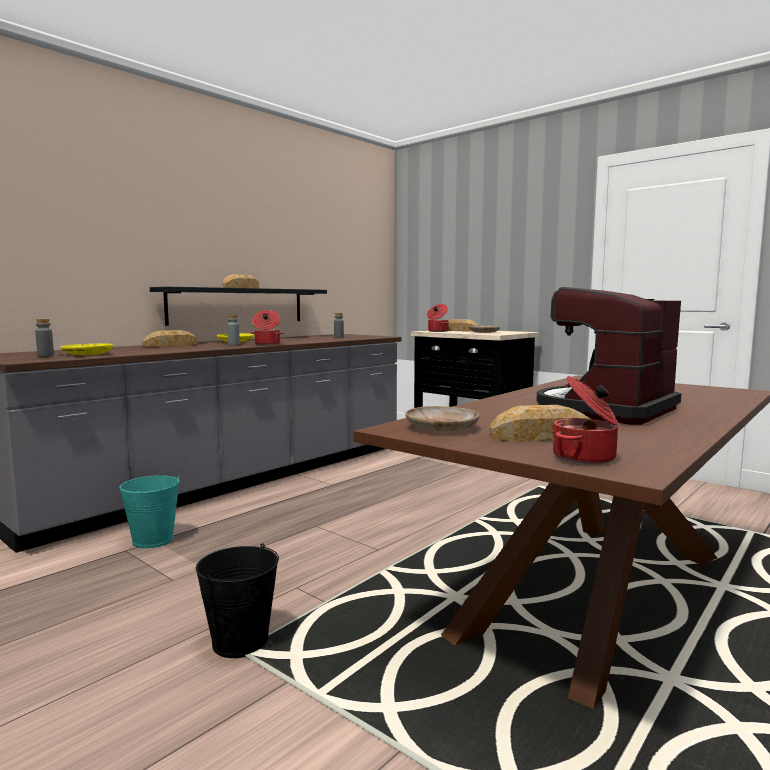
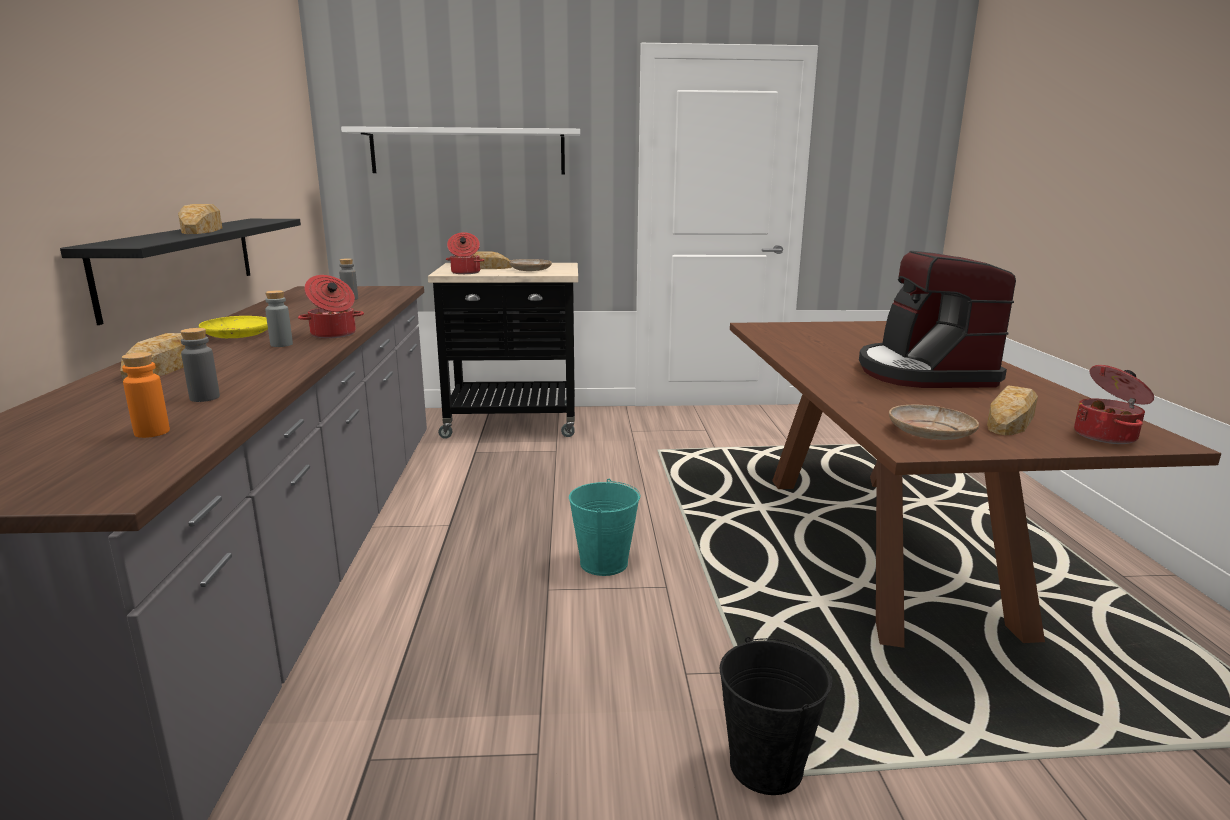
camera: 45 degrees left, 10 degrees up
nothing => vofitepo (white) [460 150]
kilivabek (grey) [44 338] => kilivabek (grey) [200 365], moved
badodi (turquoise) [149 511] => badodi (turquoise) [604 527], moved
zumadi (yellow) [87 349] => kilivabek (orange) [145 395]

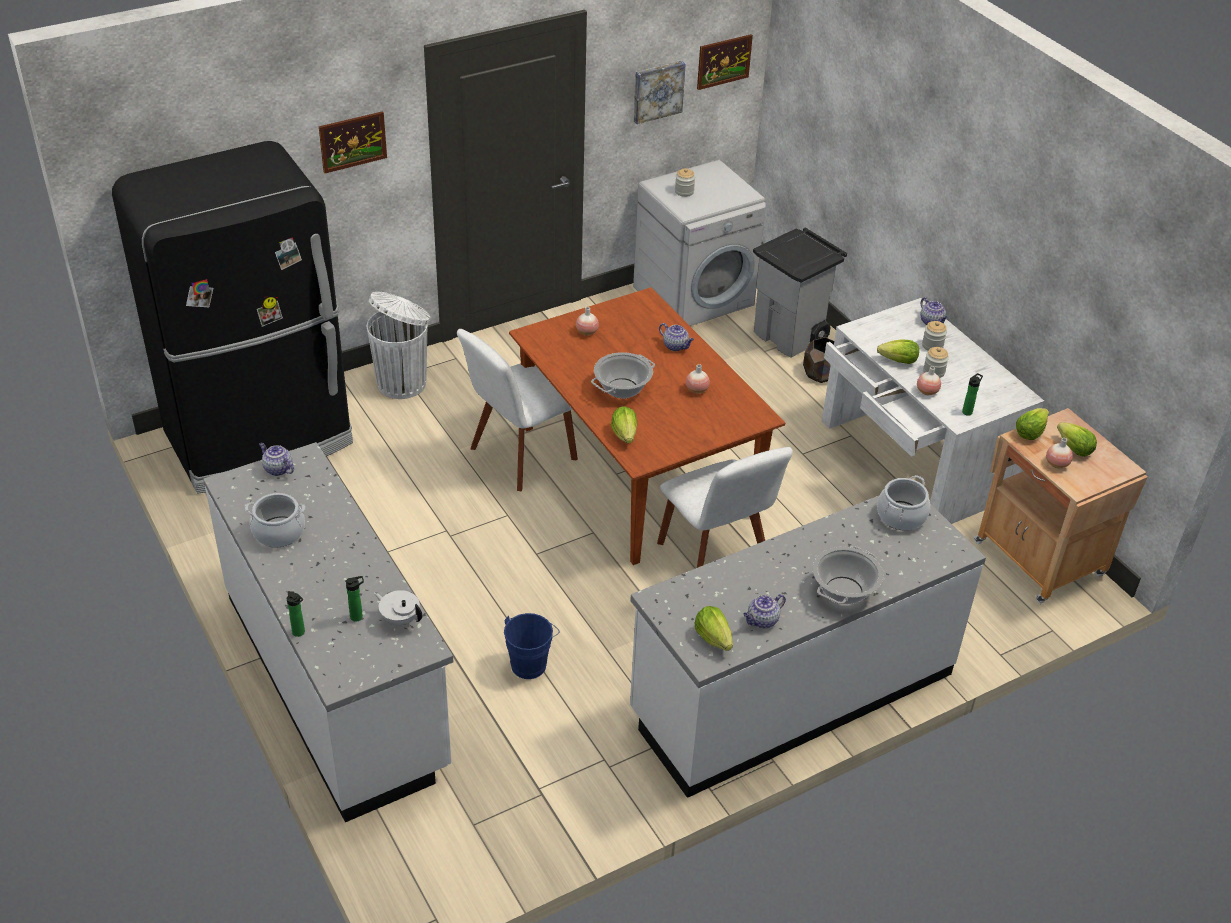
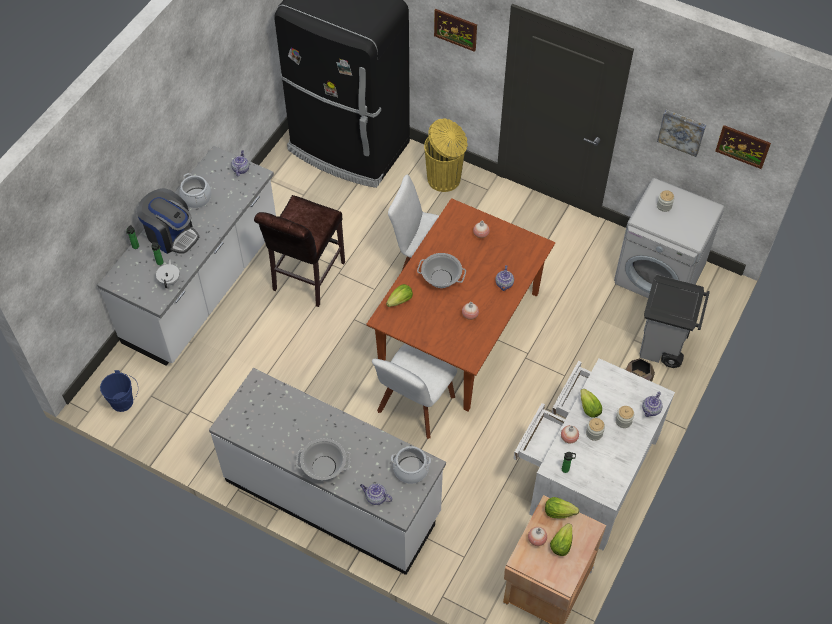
camera: 60 degrees right, 15 degrees up
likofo [714 628] => nothing
nothing => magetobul [168 221]
nothing => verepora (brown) [299 251]
badodi (blue) [531 646] => badodi (blue) [119 391], moved
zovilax [764 611] => zovilax [376 494], moved
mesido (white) [398 345] => mesido (yellow) [446 155]

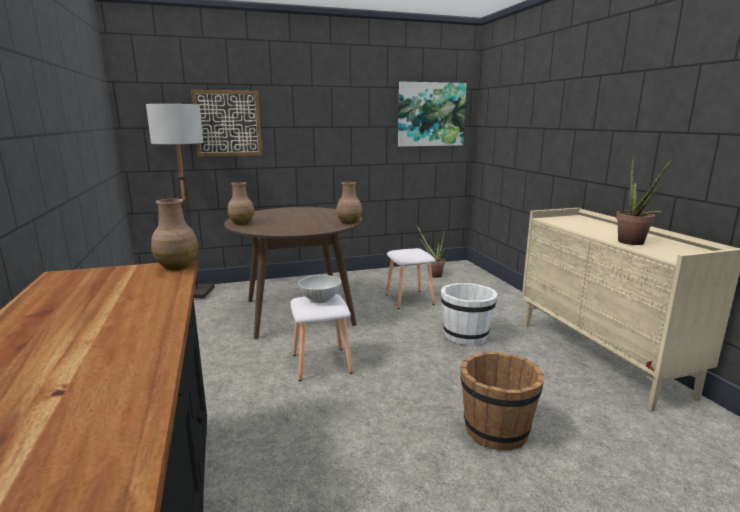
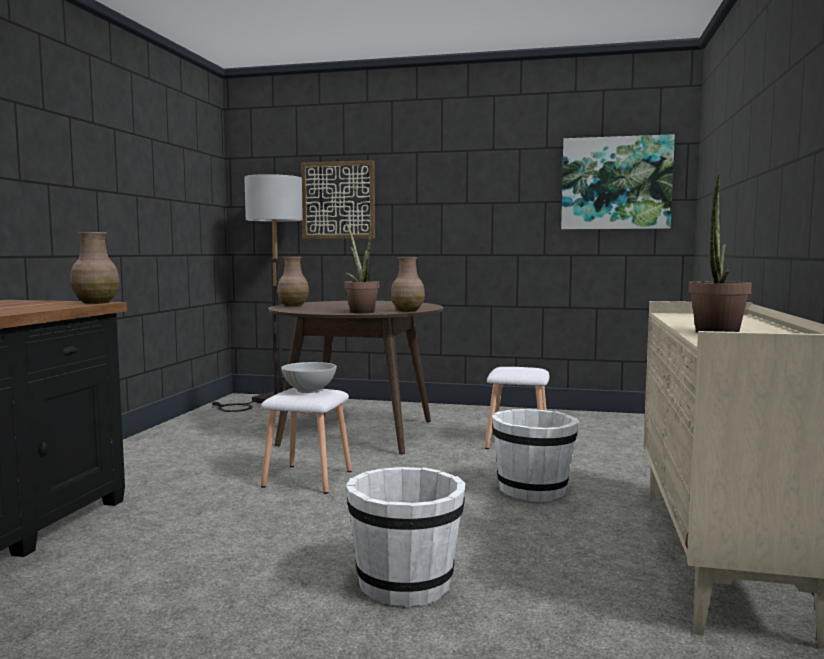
camera: 30 degrees right, 10 degrees down
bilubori [430 251] => bilubori [361 267], moved
badodi (brown) [502 401] => badodi (white) [405 536]

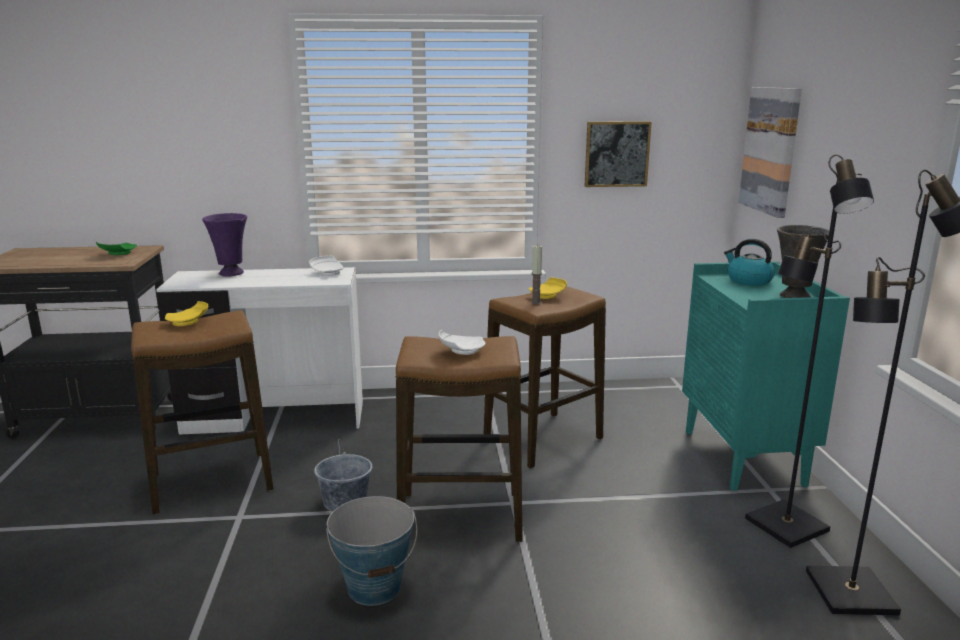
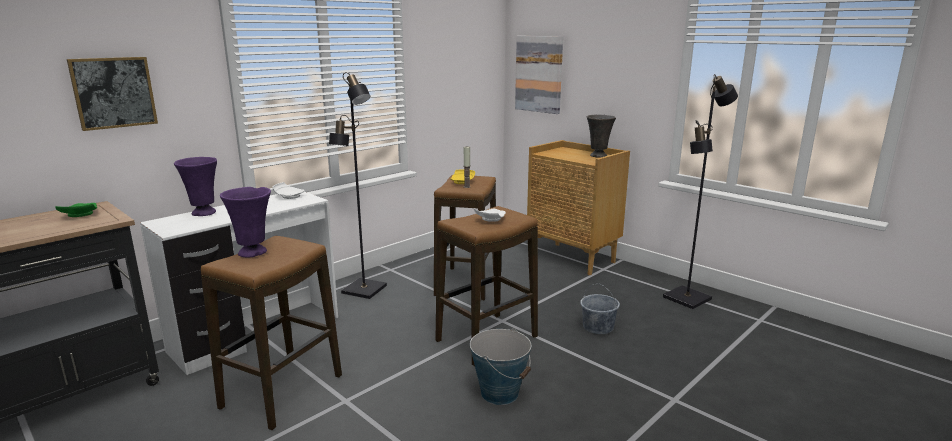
camera: 40 degrees left, 0 degrees up
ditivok [749 262] => nothing
badodi (grey) [343 476] => badodi (grey) [600 309], moved
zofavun [618 154] => zofavun [112 94], moved
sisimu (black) [809 351] => sisimu (black) [358 185], moved
zumadi (yellow) [186 313] => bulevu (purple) [245 222]
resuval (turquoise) [766 376] => resuval (brown) [578 207]

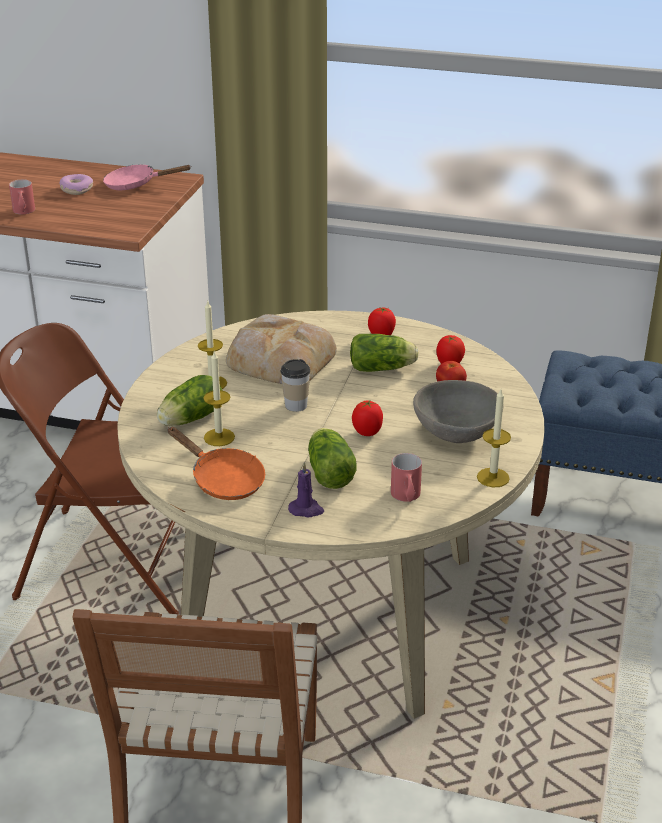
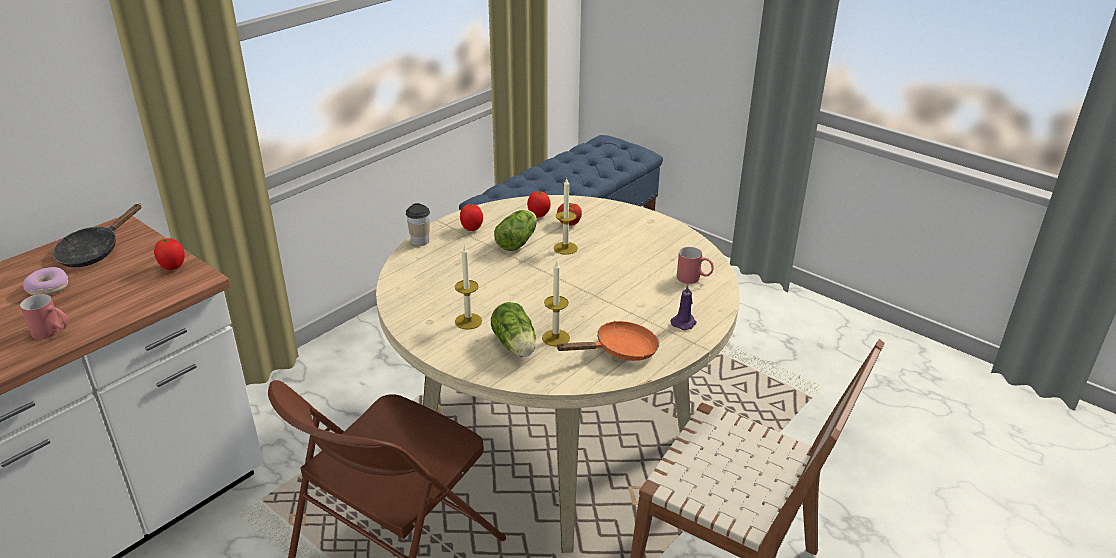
camera: 65 degrees left, 0 degrees up
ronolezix [281 349] => nothing
likofo [332 458] => nothing
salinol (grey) [455 411] => nothing
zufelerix [295 385] => zufelerix [418 224], moved
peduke [367 418] => peduke [169 254], moved
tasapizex [494 438] => tasapizex [566 217], moved
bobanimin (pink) [147 177] => bobanimin (black) [97 235]

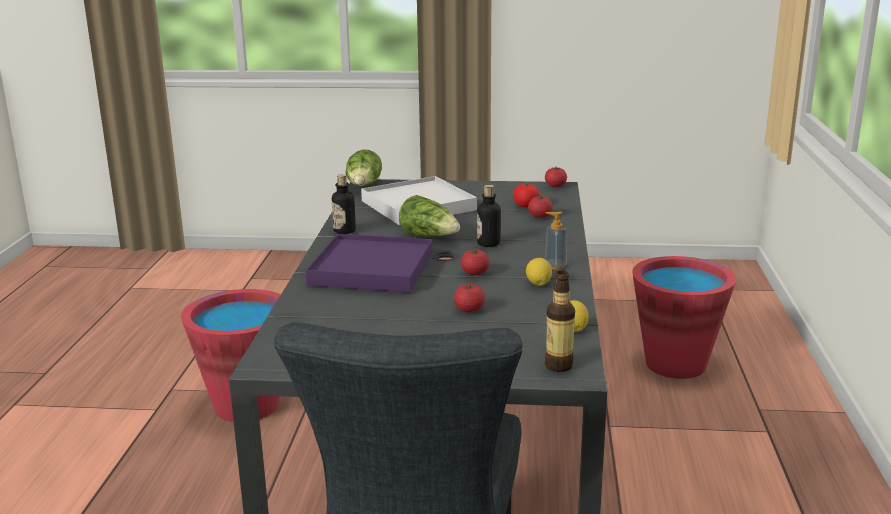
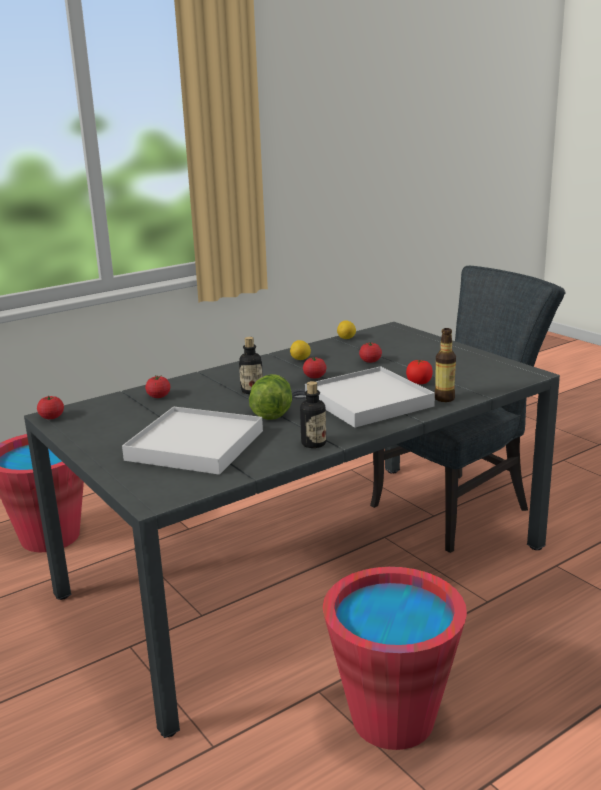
camera: 130 degrees left, 0 degrees up
likofo [363 168] => nothing
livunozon [556 241] => nothing
peduke [526 195] => peduke [419 372], moved
kilivabek [560 321] => kilivabek [445 365], moved
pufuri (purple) [369 263] => pufuri (white) [370 397]

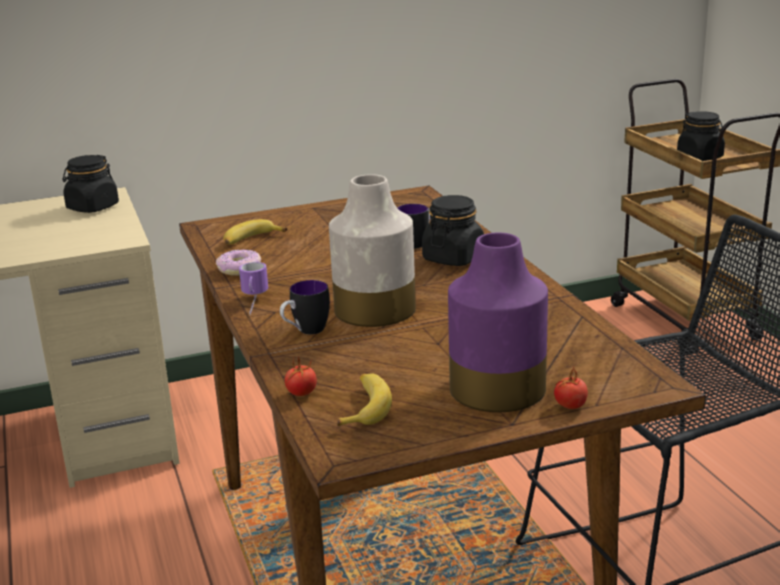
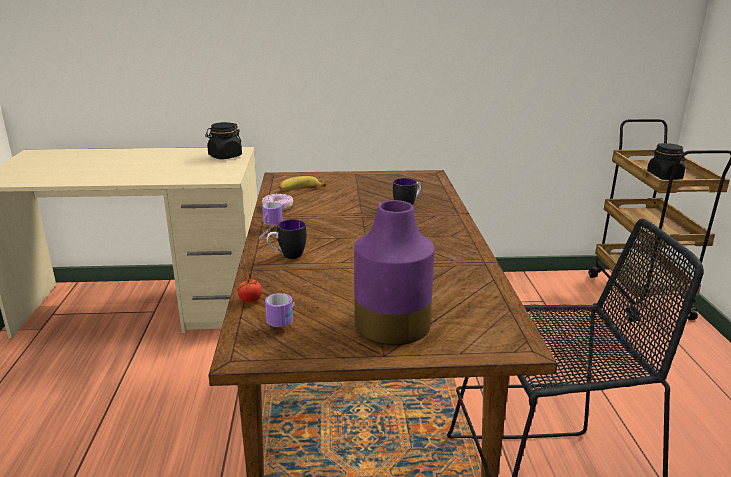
camera: 15 degrees right, 0 degrees up
bulevu (beige) [372 250] => nothing
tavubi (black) [453 230] => nothing
peduke [571 388] => nothing
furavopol [364 400] => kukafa [280 310]

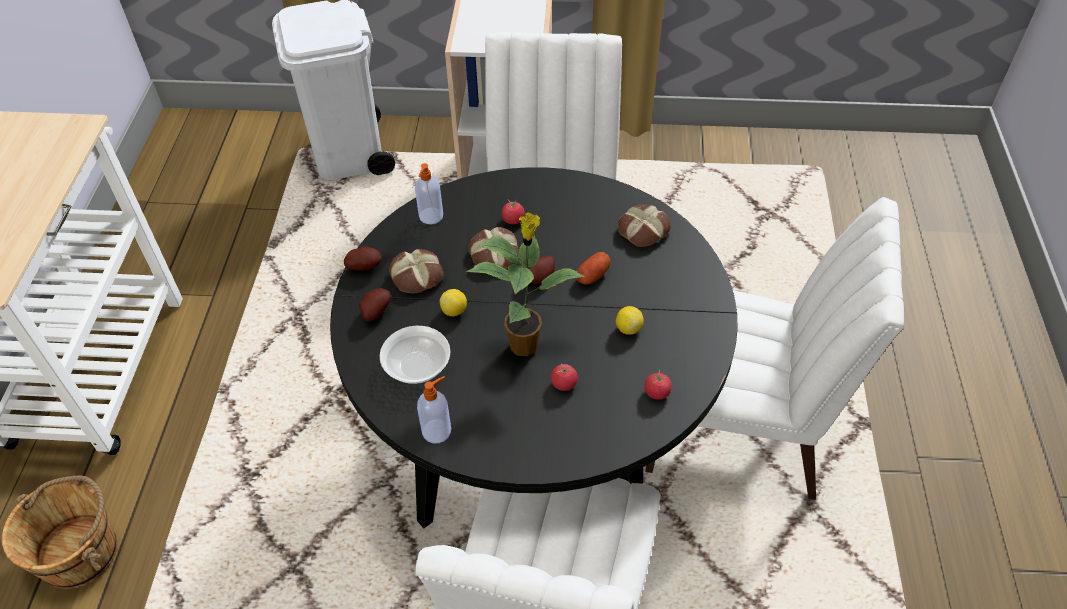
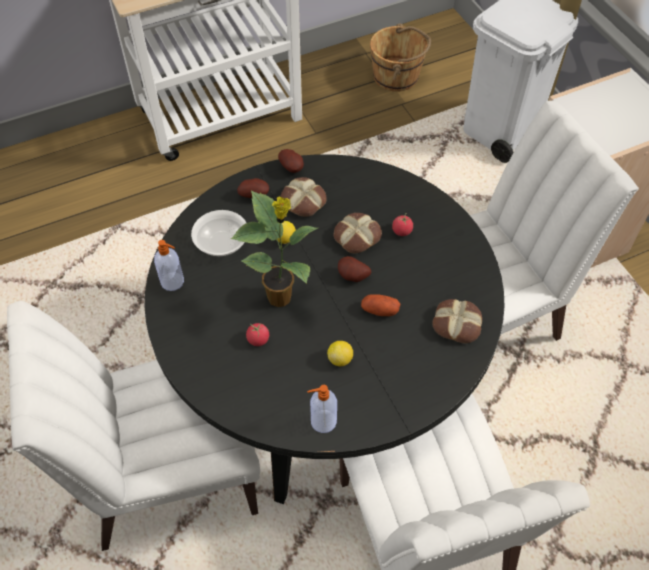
camera: 60 degrees right, 5 degrees up
peduke [658 385] => nothing
badodi (brown) [59 532] => badodi (brown) [400 58], moved
livunozon [429 193] => livunozon [322 409], moved

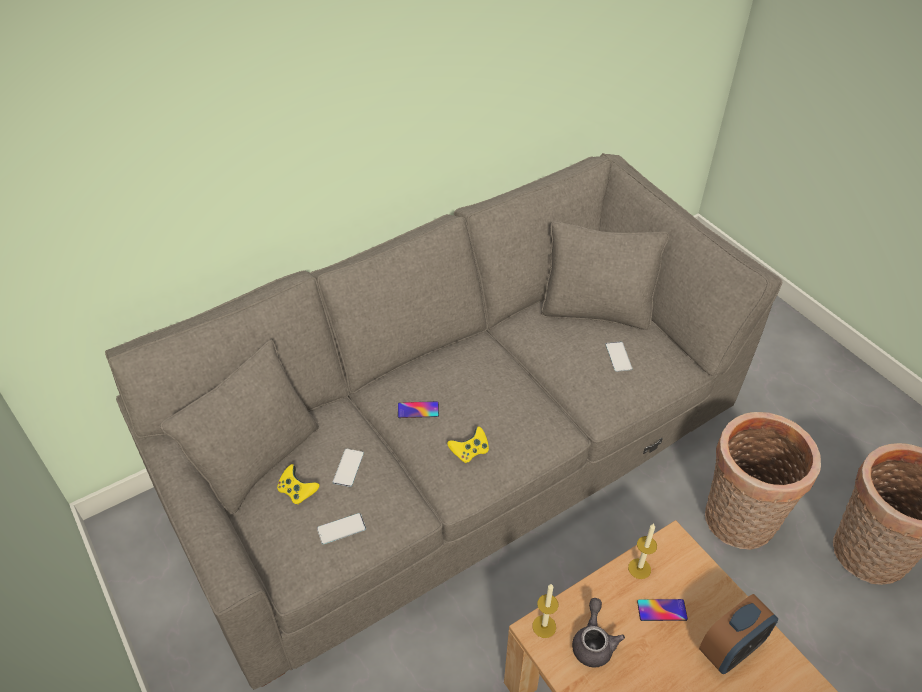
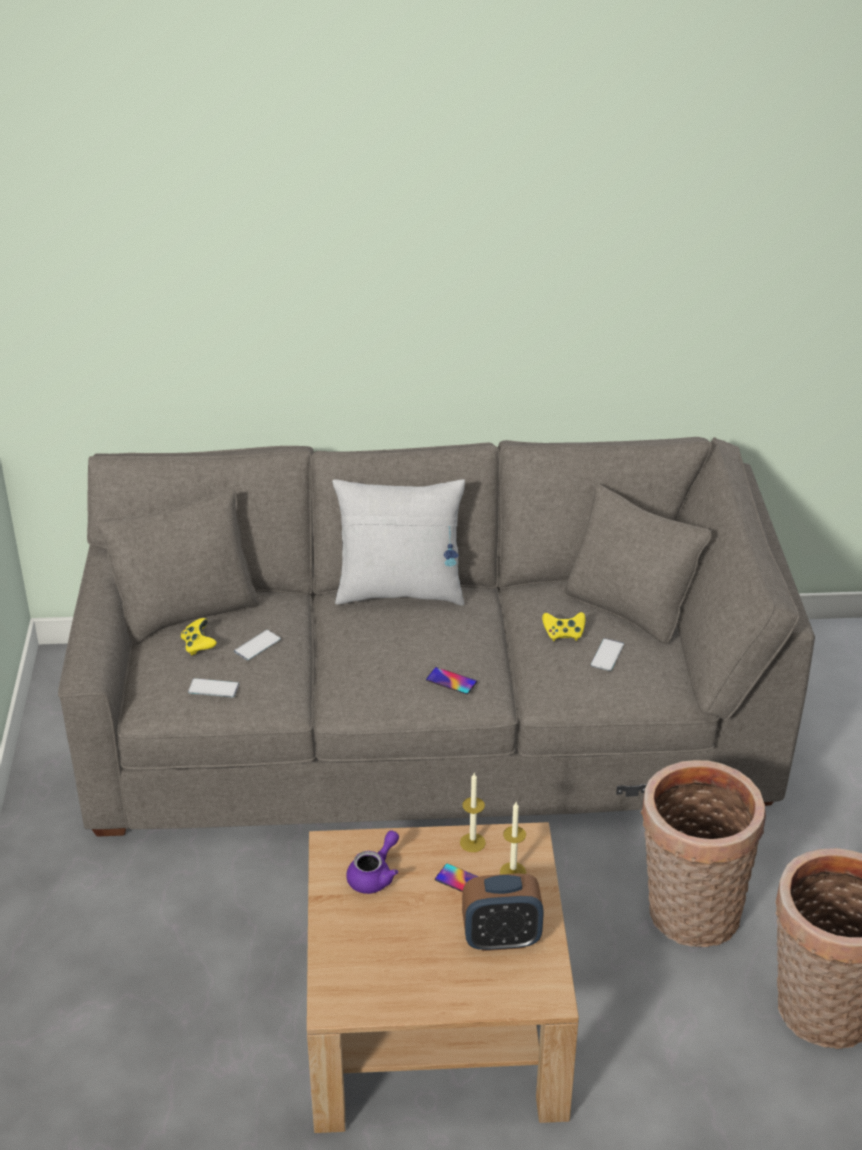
camera: 30 degrees right, 10 degrees down
nothing => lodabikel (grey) [398 542]
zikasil [418 409] => zikasil [451 680], moved
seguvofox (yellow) [468 444] => seguvofox (yellow) [563 626], moved
tasapizex [545 611] => tasapizex [513 838], moved
zovilax (grey) [598 632] => zovilax (purple) [372 862]

